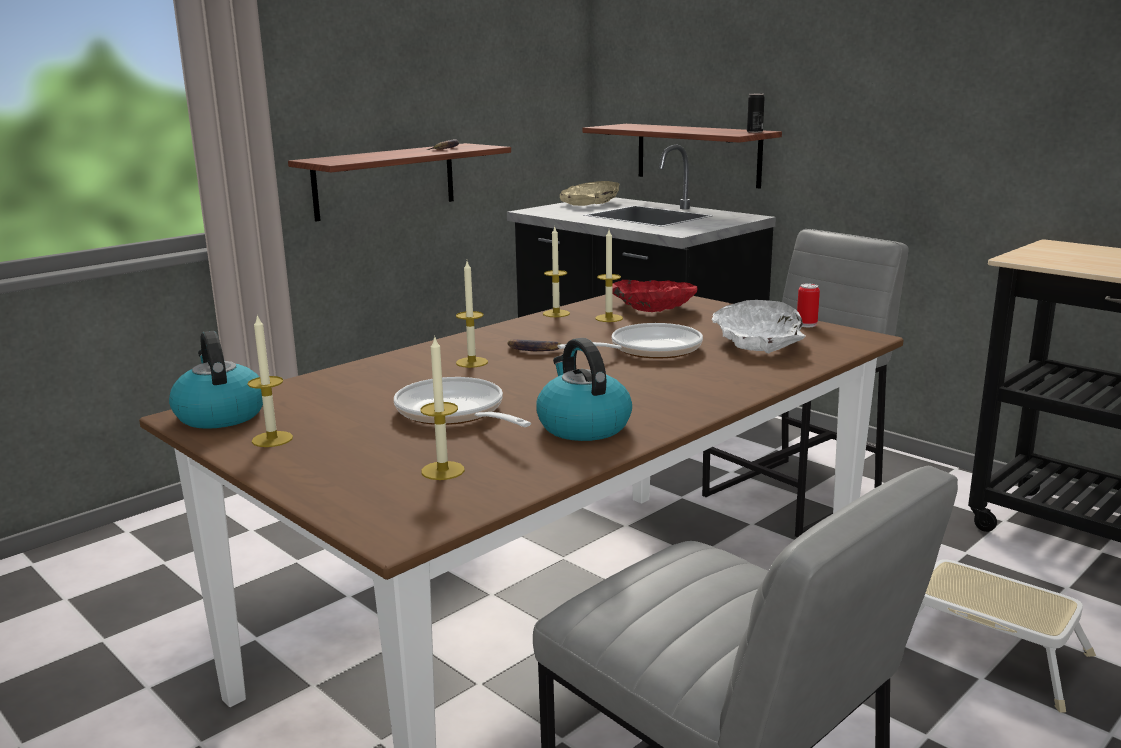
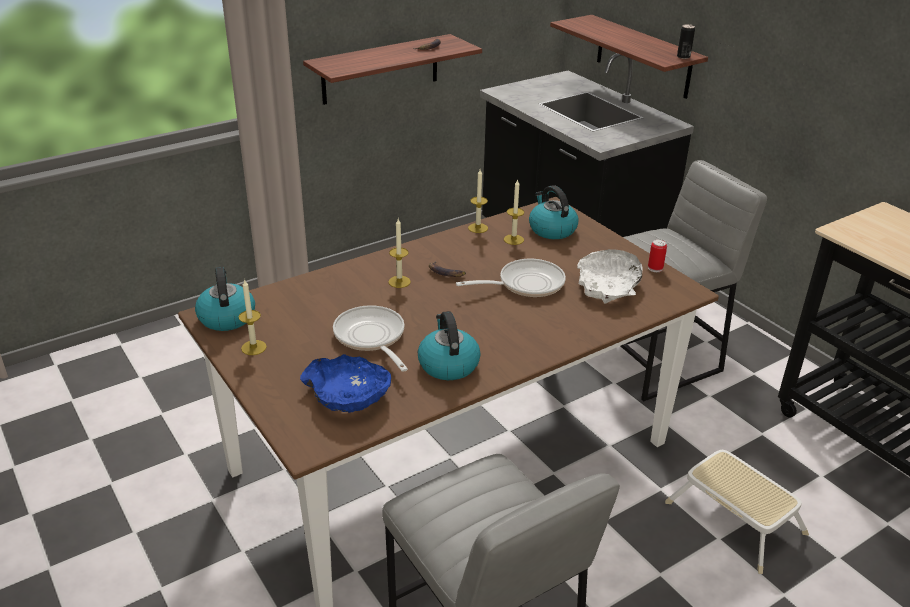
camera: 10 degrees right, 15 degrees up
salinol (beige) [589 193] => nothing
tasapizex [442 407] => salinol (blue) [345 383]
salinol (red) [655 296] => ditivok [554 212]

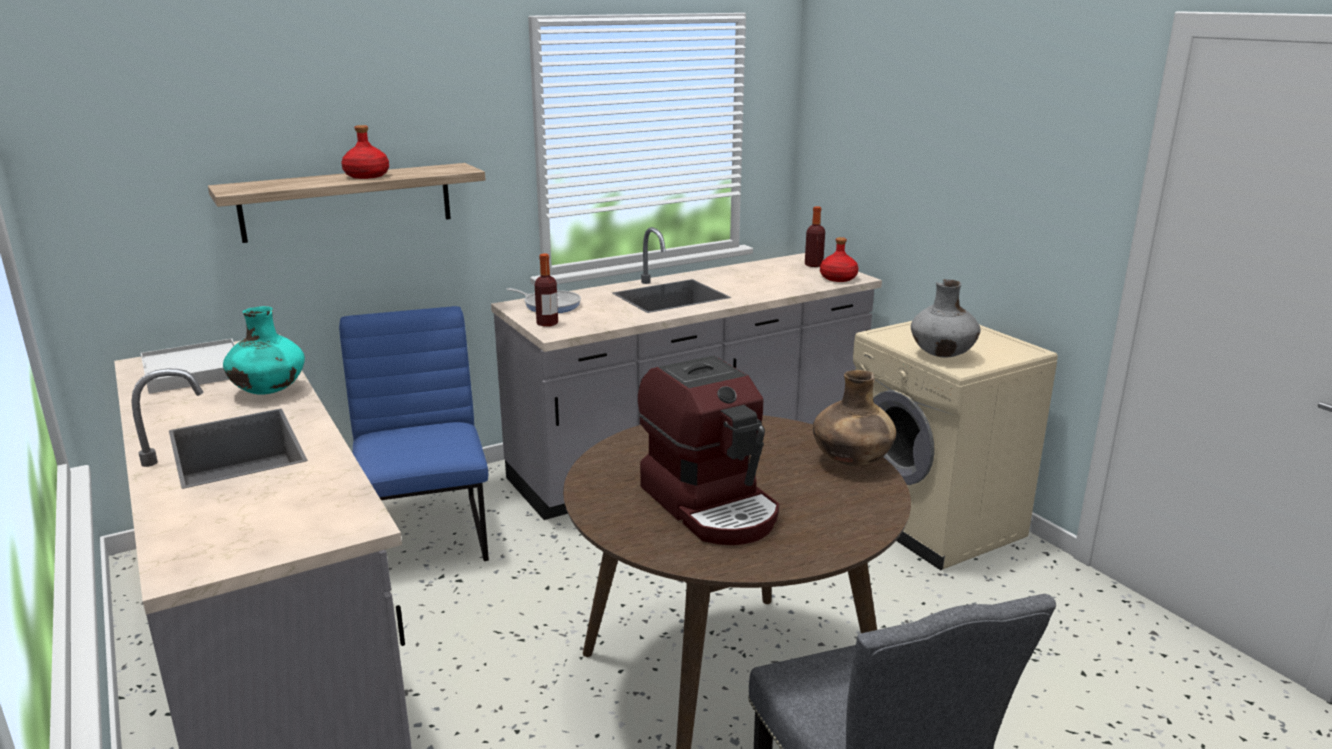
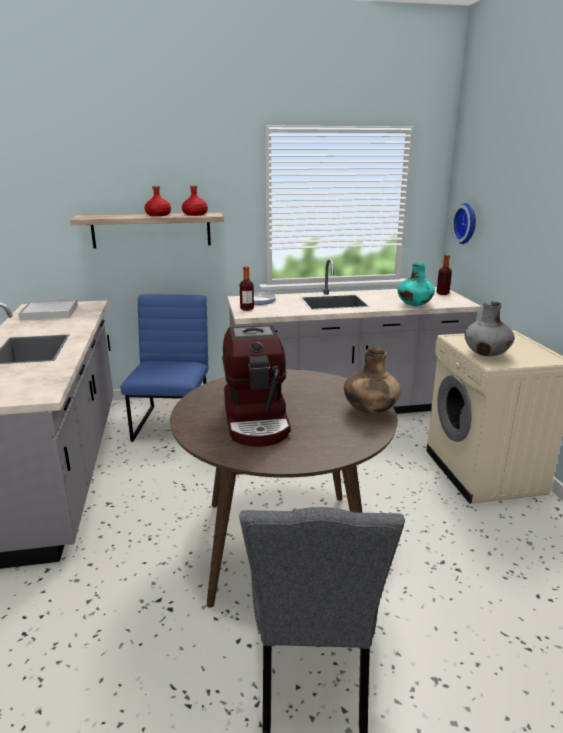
camera: 20 degrees right, 0 degrees up
nothing => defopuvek [464 223]
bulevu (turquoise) [264 350] => bulevu (turquoise) [416 284], moved
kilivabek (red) [839 259] => kilivabek (red) [195 201], moved

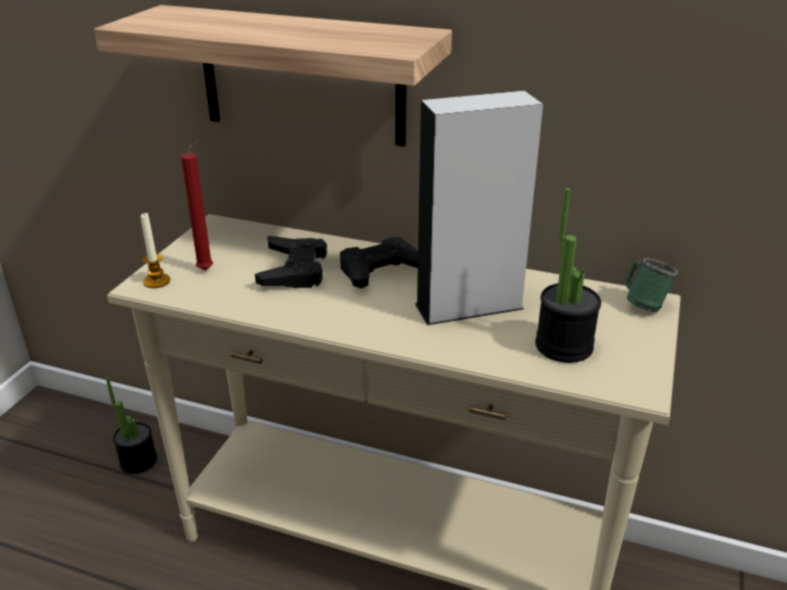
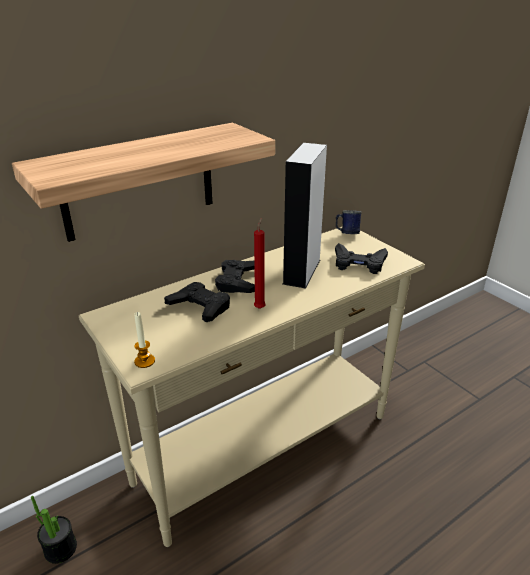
camera: 55 degrees left, 0 degrees up
tasapizex (red) [197 204] => tasapizex (red) [260 263], moved
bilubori [568 275] => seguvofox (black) [361 258]
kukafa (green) [652 285] => kukafa (blue) [349 222]

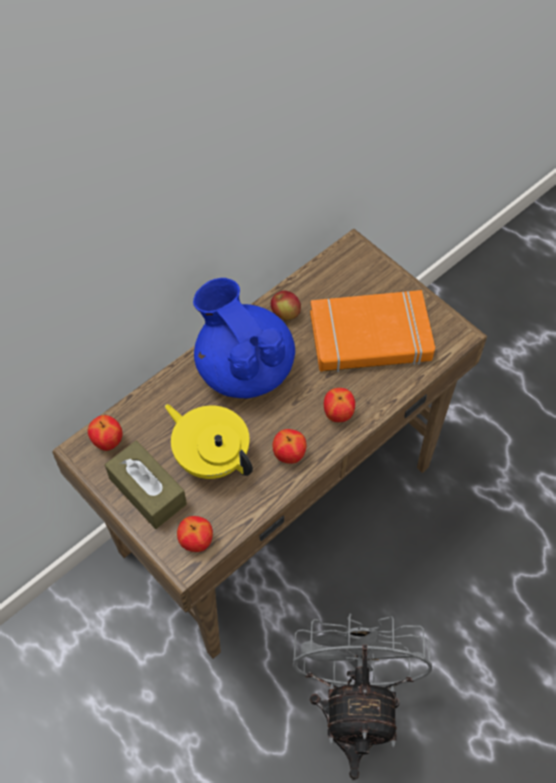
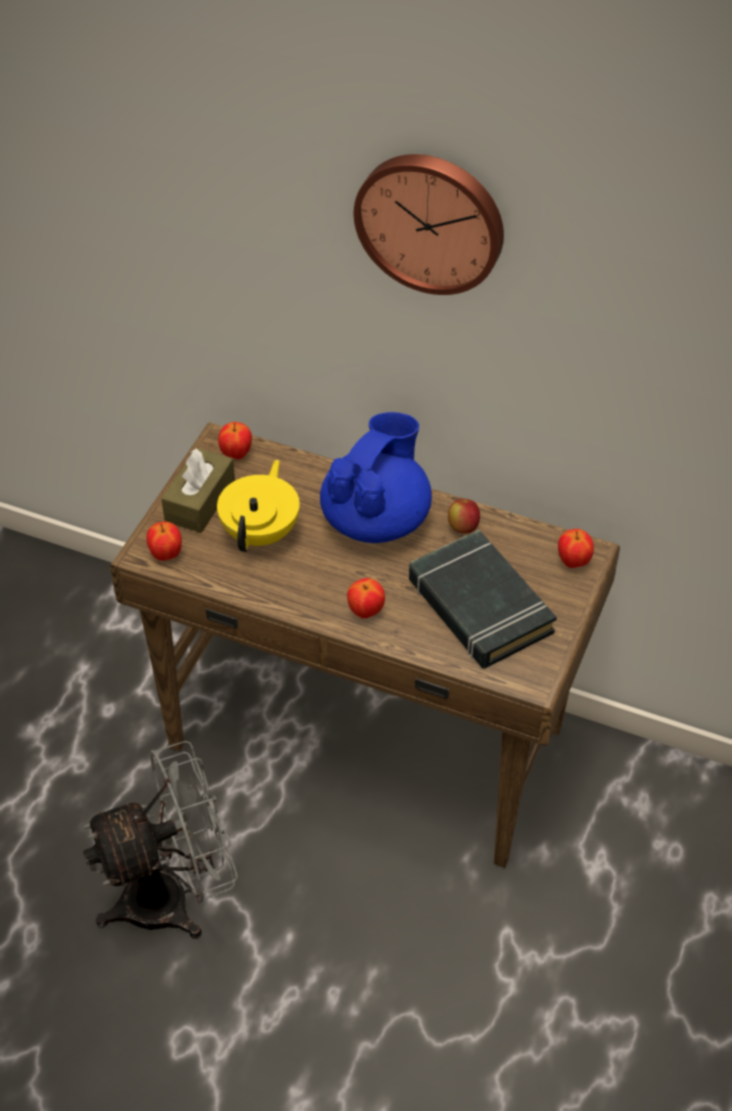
camera: 65 degrees right, 10 degrees down
nothing => defopuvek [429 224]
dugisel [289 446] => dugisel [576 548], moved
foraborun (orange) [372 331] => foraborun (black) [483 599]

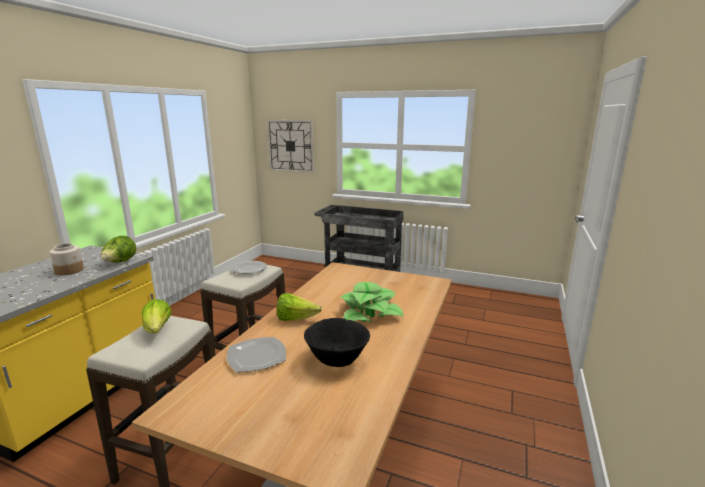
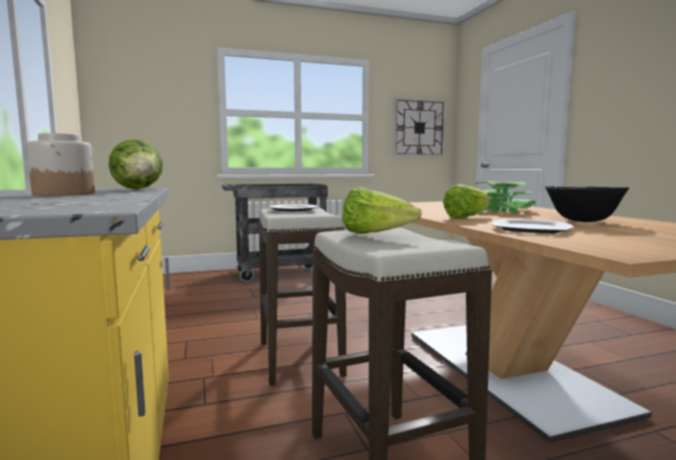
camera: 40 degrees left, 10 degrees down
defopuvek [290 146] => defopuvek [419 127], moved

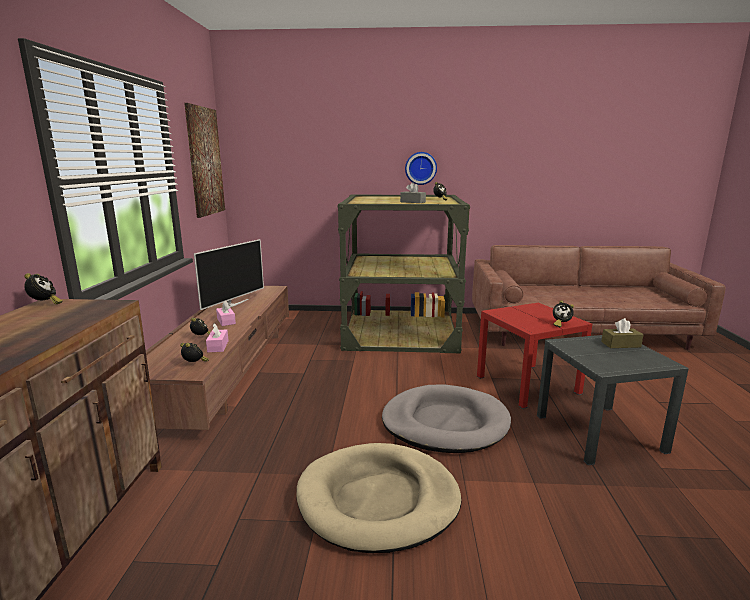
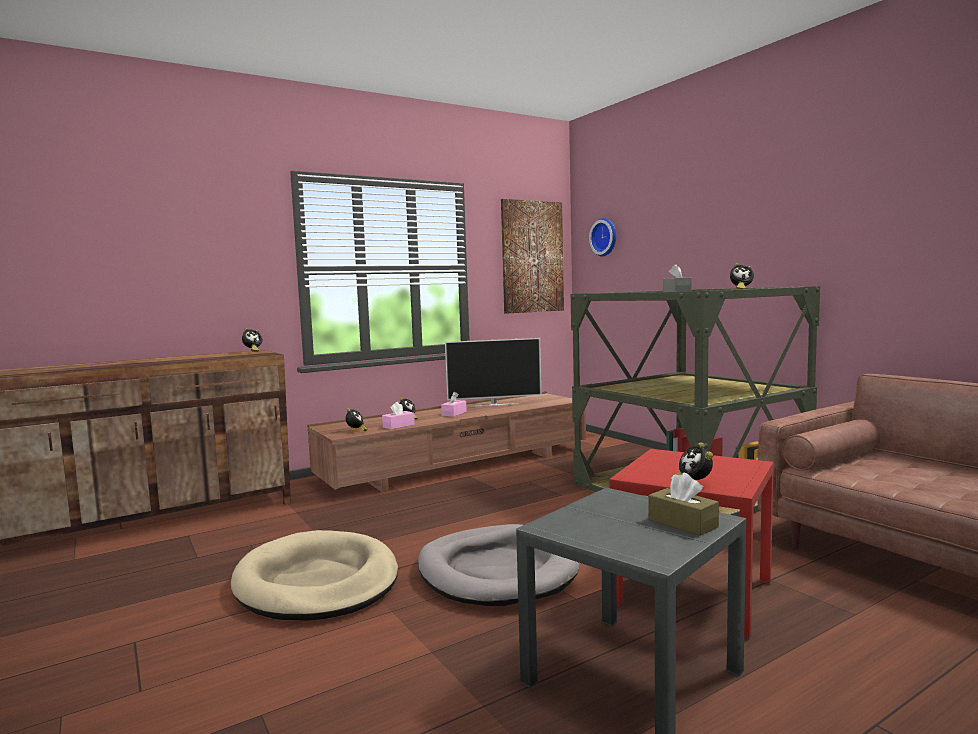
camera: 55 degrees right, 10 degrees down
defopuvek [421 168] => defopuvek [602 237], moved

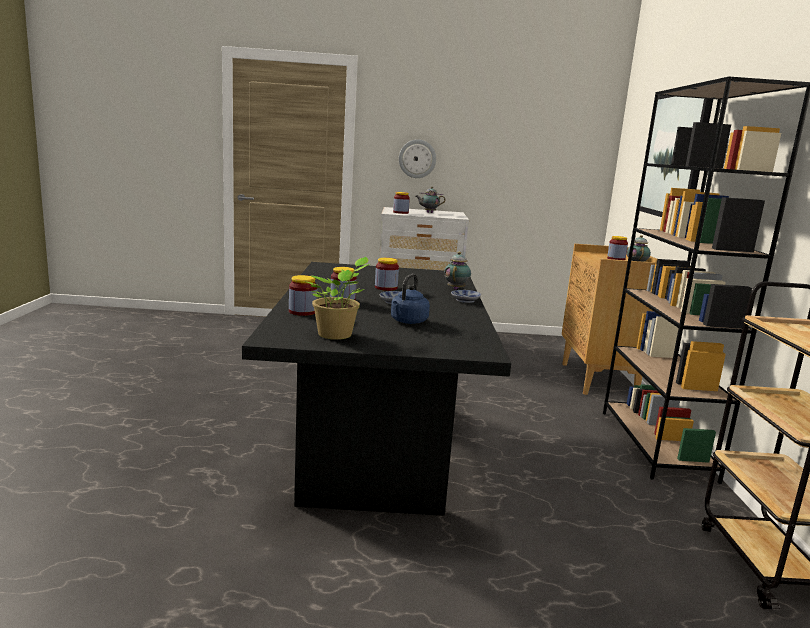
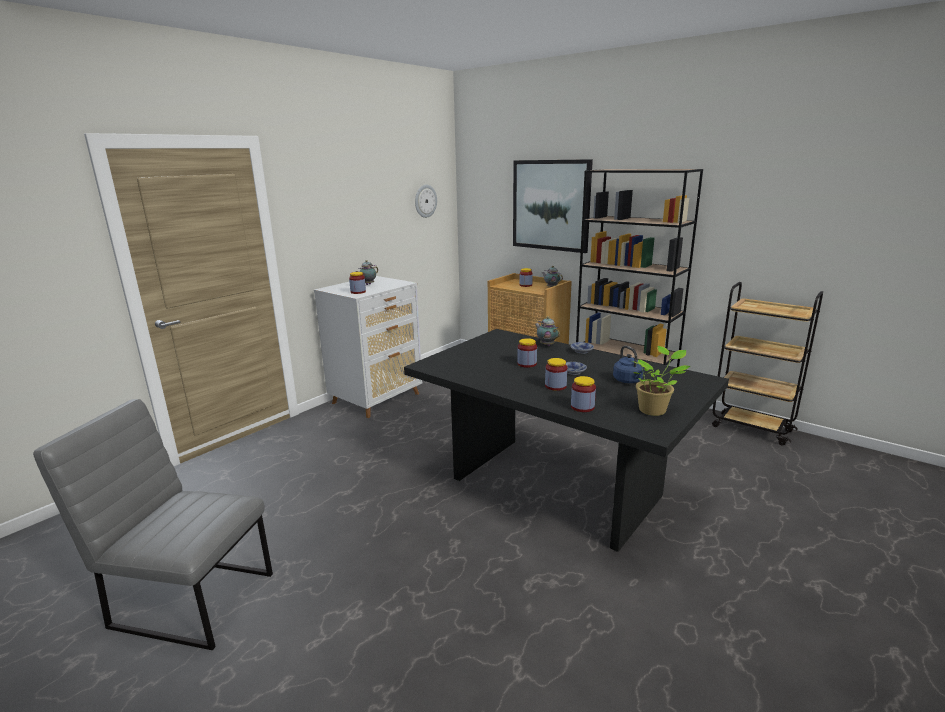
camera: 50 degrees left, 5 degrees up
nothing => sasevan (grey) [153 524]
defopuvek [417 158] => defopuvek [426 201], moved

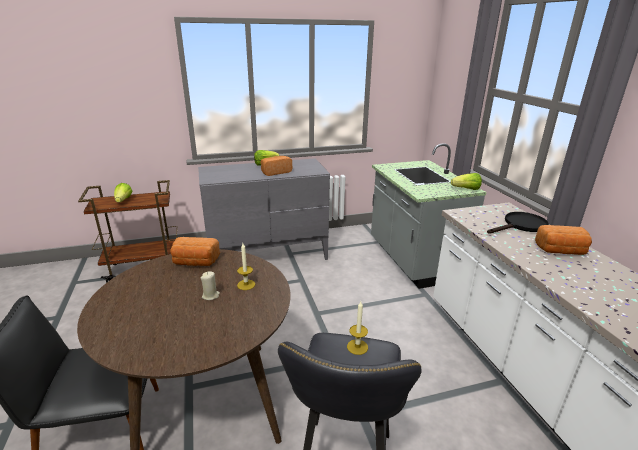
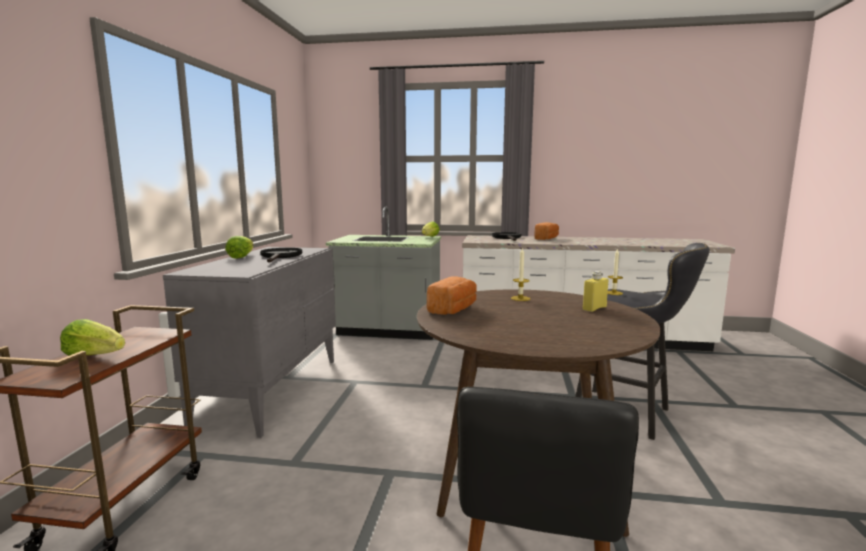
camera: 65 degrees left, 15 degrees down
tasapizex (beige) [210 285] => nothing
nothing => kilivabek (yellow) [595 291]
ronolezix [276 166] => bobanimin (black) [281 255]

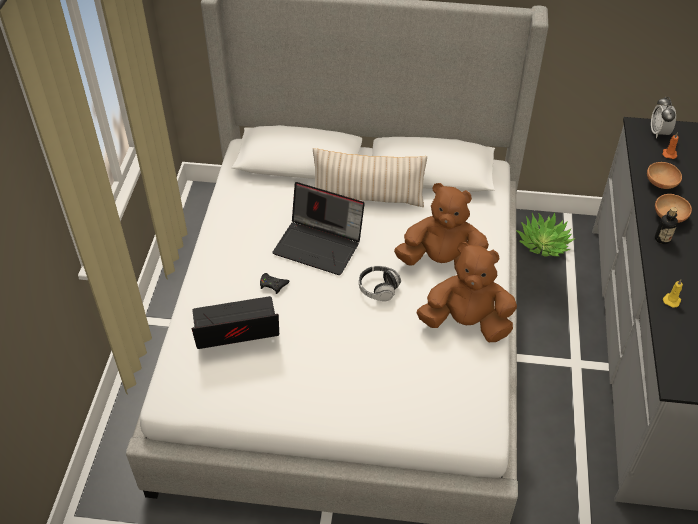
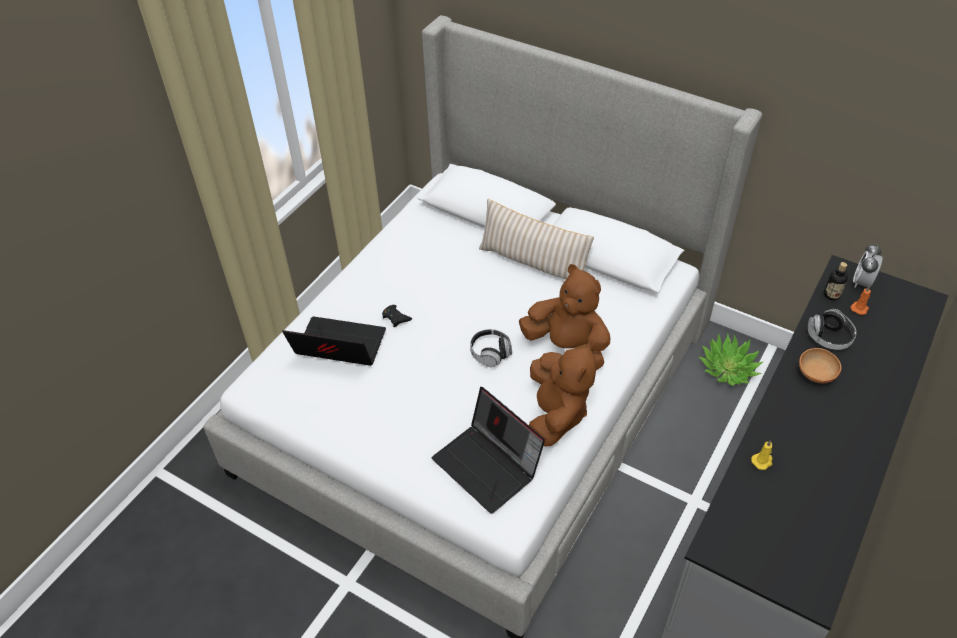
camera: 25 degrees right, 0 degrees up
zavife [318 228] => zavife [488 450], moved
kilivabek [666 225] => kilivabek [836 281], moved
salinol (brown) [664 175] => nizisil [832 329]
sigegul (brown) [467 292] => sigegul (brown) [562 394], 60 degrees clockwise

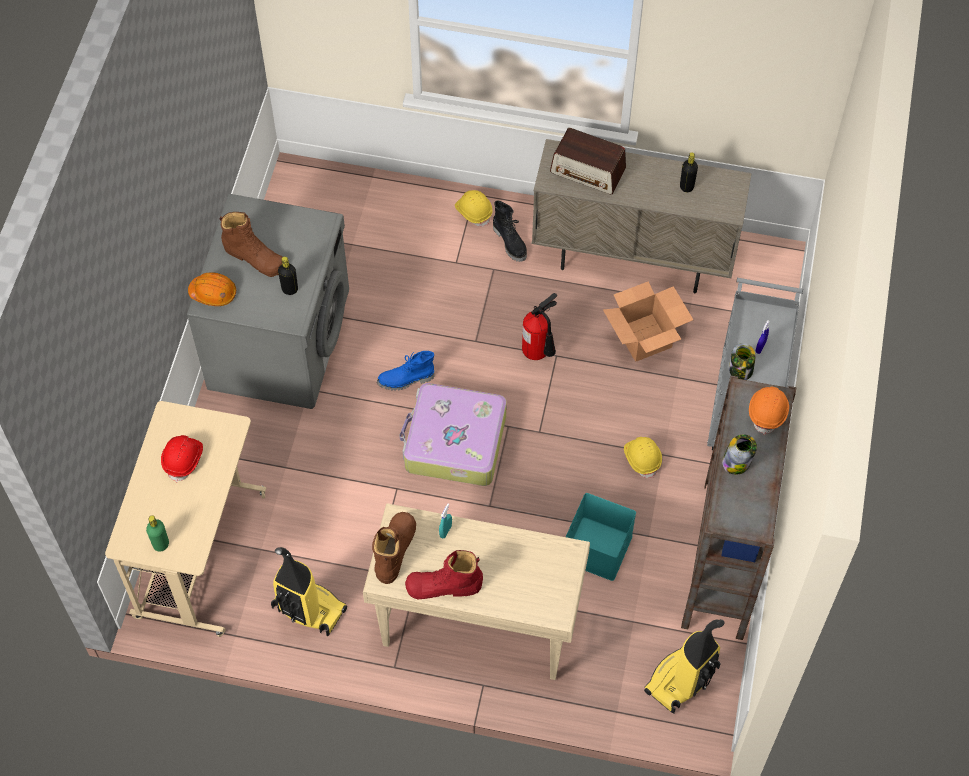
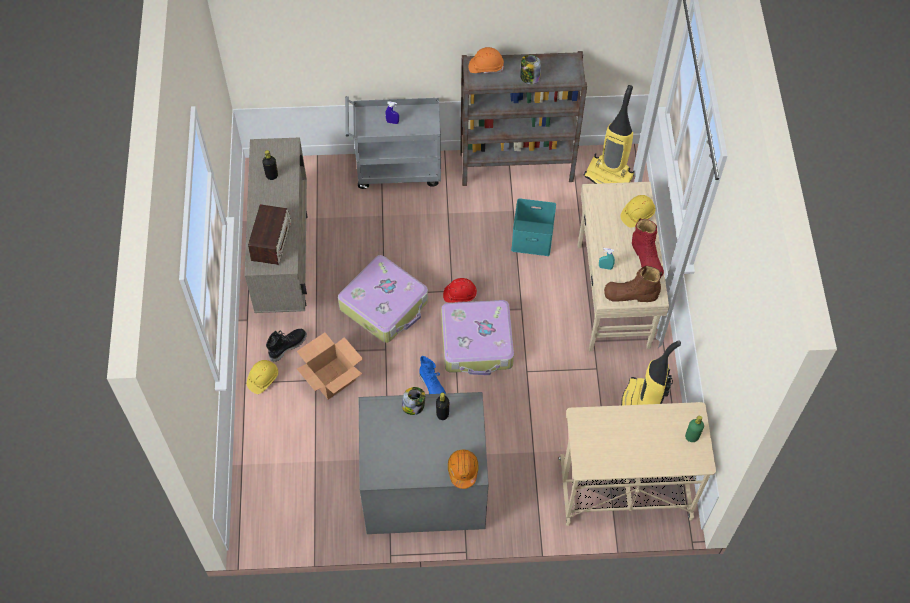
camera: 105 degrees left, 0 degrees up
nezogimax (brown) [251 244] => nothing
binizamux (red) [182 458] => binizamux (red) [460 290], moved
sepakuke [648 321] => sepakuke [330 366], moved
binizamux (yellow) [643 457] => binizamux (yellow) [638 211], moved
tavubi [742 361] => tavubi [414 401], moved
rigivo [539 326] => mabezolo [383 299]

